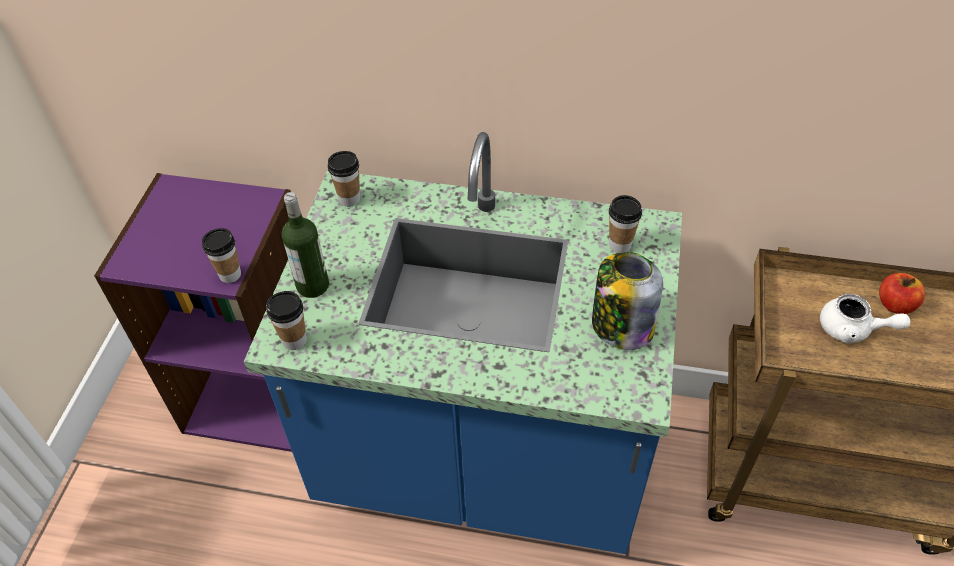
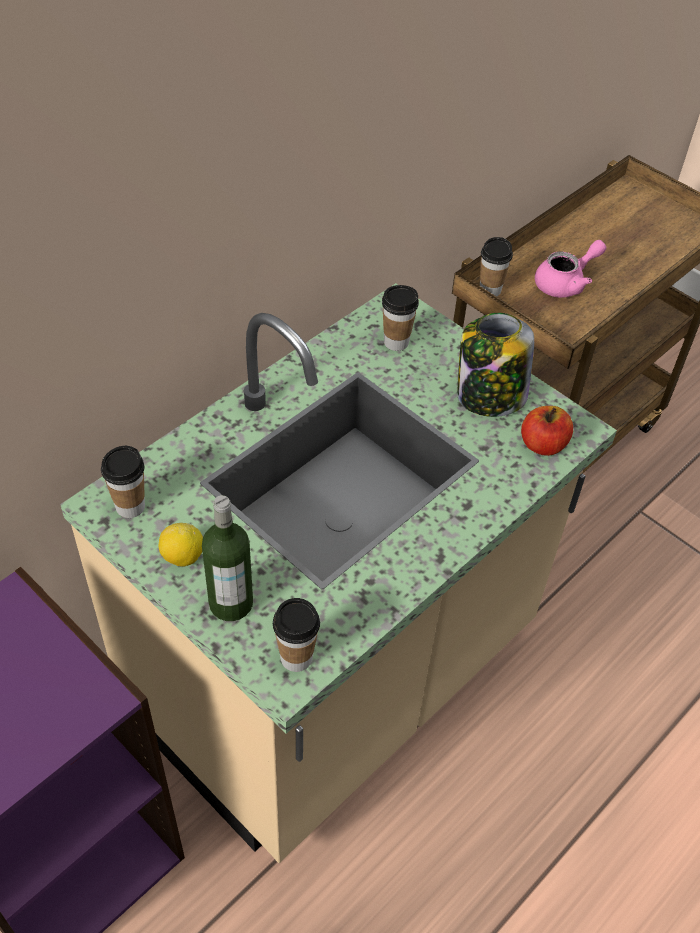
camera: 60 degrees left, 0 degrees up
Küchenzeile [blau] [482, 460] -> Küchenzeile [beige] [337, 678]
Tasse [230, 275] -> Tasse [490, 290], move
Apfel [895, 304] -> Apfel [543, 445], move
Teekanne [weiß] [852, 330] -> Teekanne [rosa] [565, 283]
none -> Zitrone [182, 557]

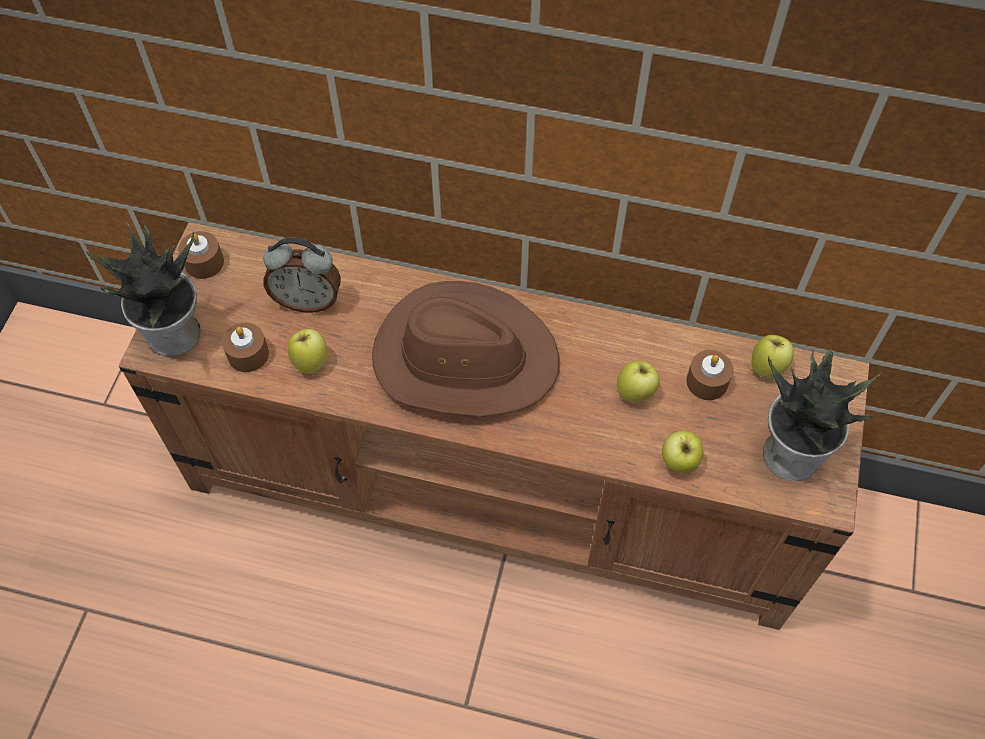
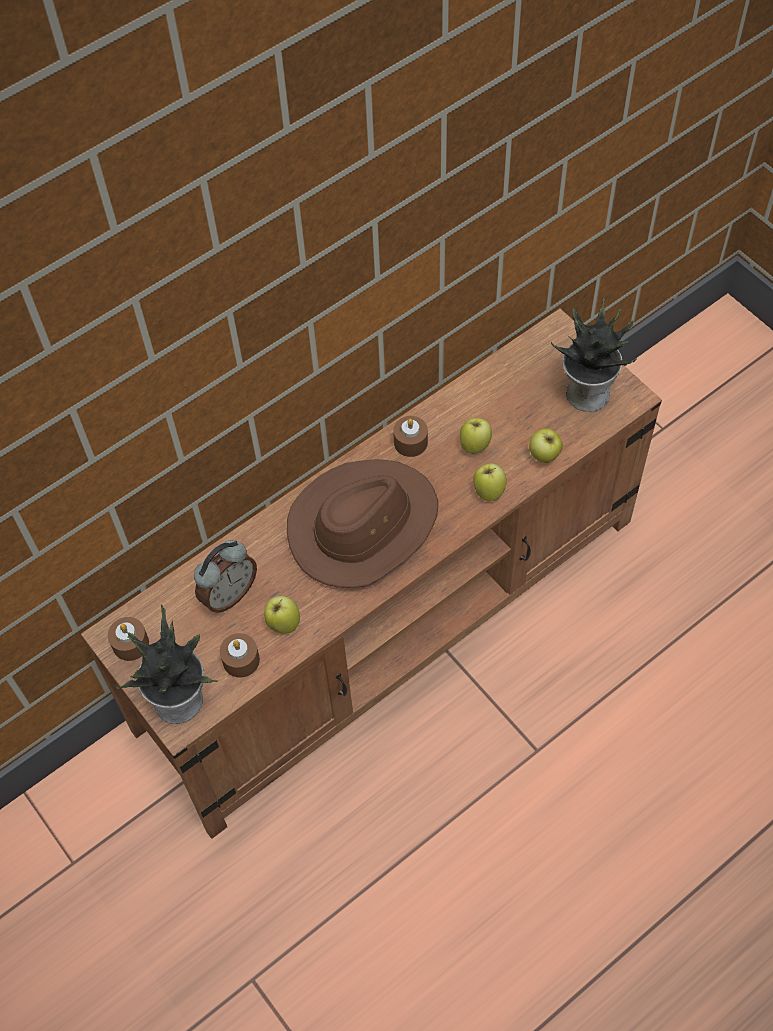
camera: 50 degrees left, 0 degrees up
Apfel [767, 367] -> Apfel [489, 491], move
Kerze [braun] [707, 381] -> Kerze [braun] [410, 442], move

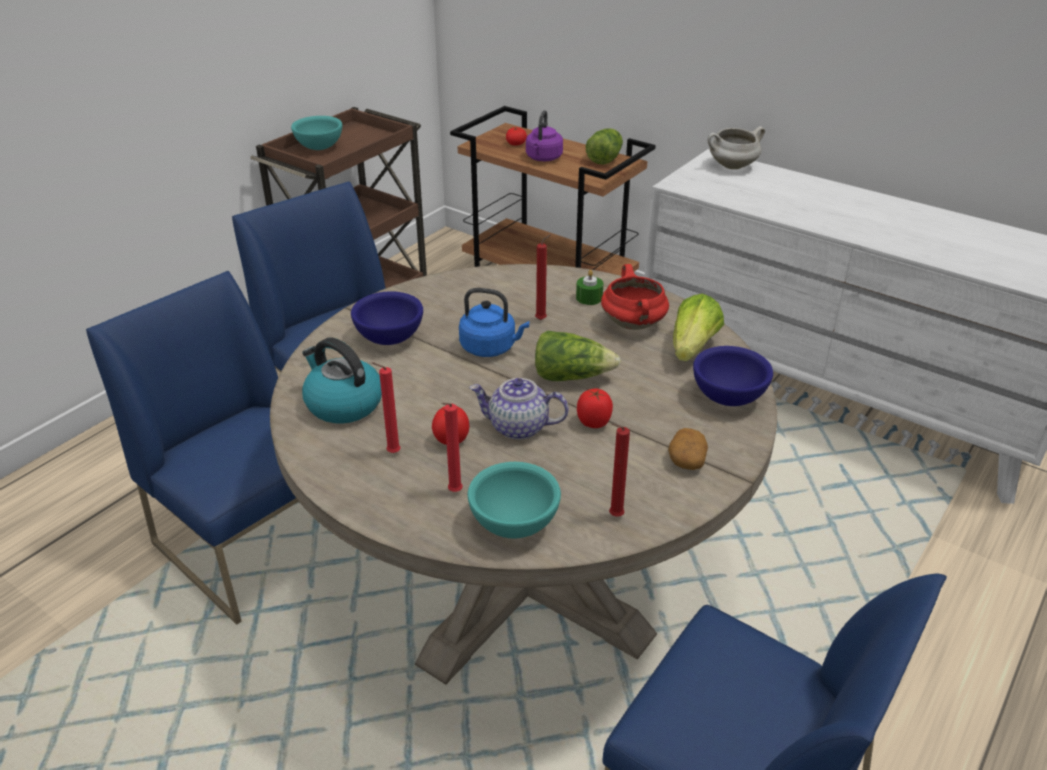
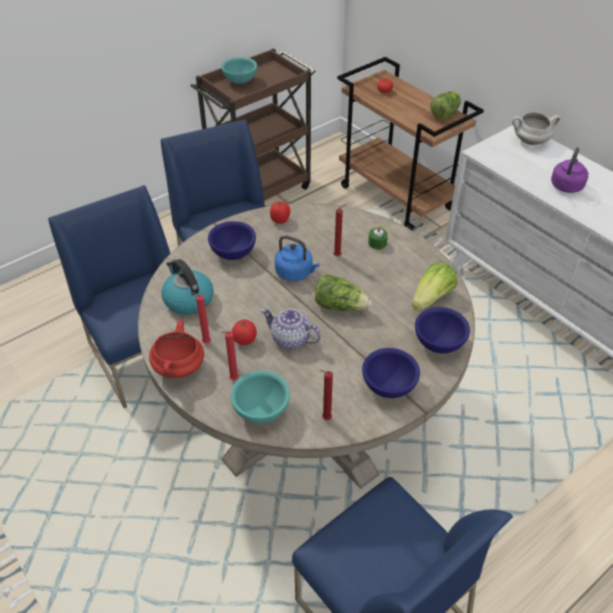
camera: 15 degrees right, 10 degrees up
Wasserkessel [lila] [543, 158] -> Wasserkessel [lila] [565, 187], move
Kochtopf [rot] [634, 325] -> Kochtopf [rot] [179, 368], move
Tomate [594, 422] -> Tomate [280, 220], move
Kartoffel [686, 459] -> Schüssel [blau] [389, 386]

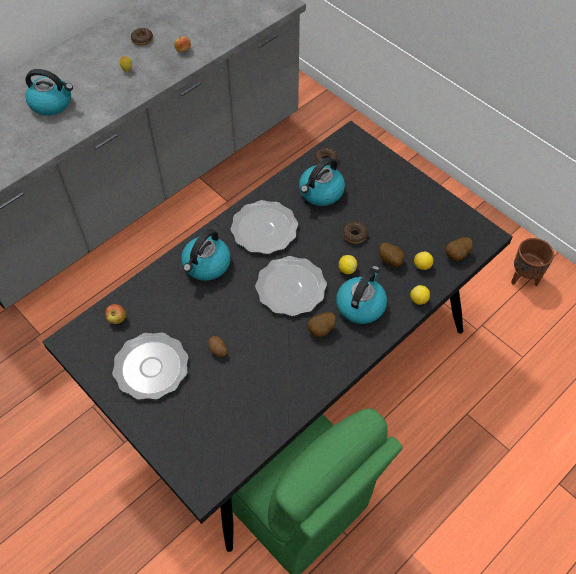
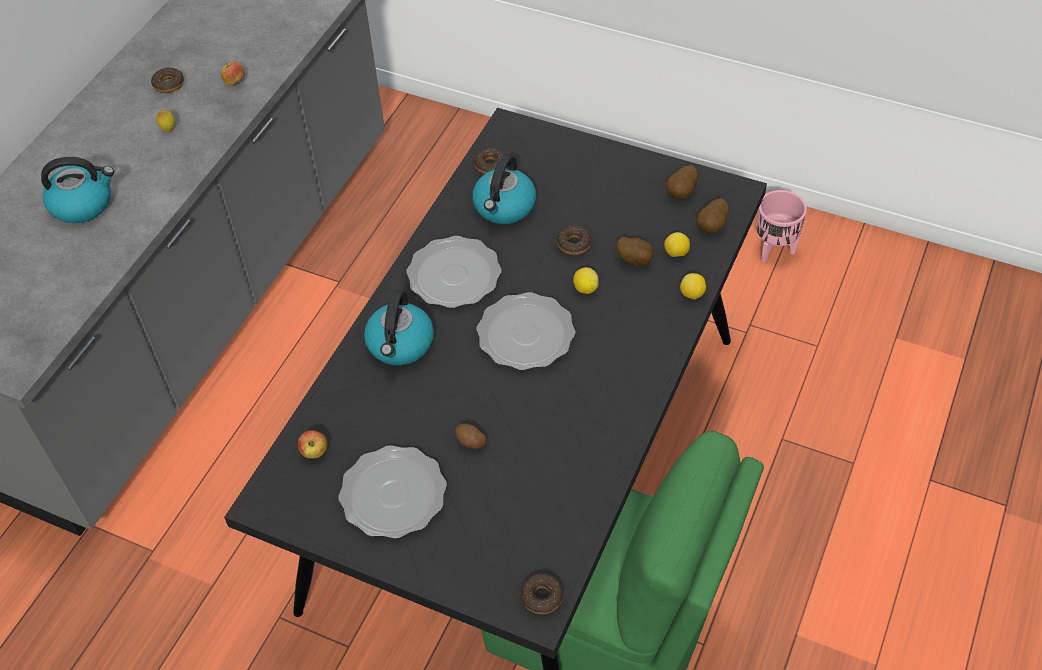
camera: 20 degrees left, 5 degrees down
Pflanzkübel [braun] [523, 278] -> Pflanzkübel [rosa] [773, 250]
Wasserkessel [360, 305] -> none
Kartoffel [321, 330] -> Kartoffel [682, 193], move
none -> Donut [542, 597]

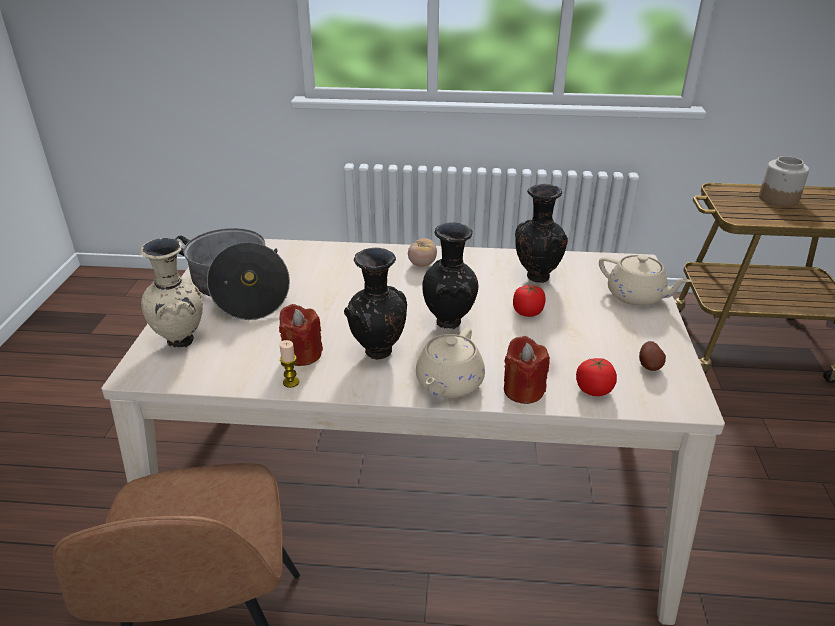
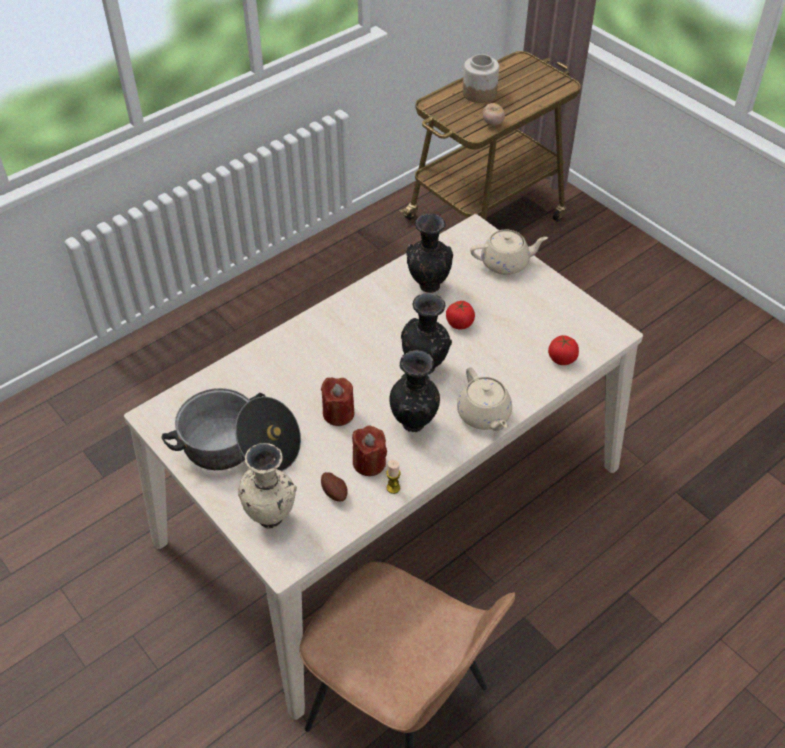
camera: 45 degrees left, 15 degrees up
Tomate [422, 264] -> Tomate [493, 123], move
Kerze [rot] [523, 390] -> Kerze [rot] [338, 413], move
Kartoffel [650, 366] -> Kartoffel [335, 492], move

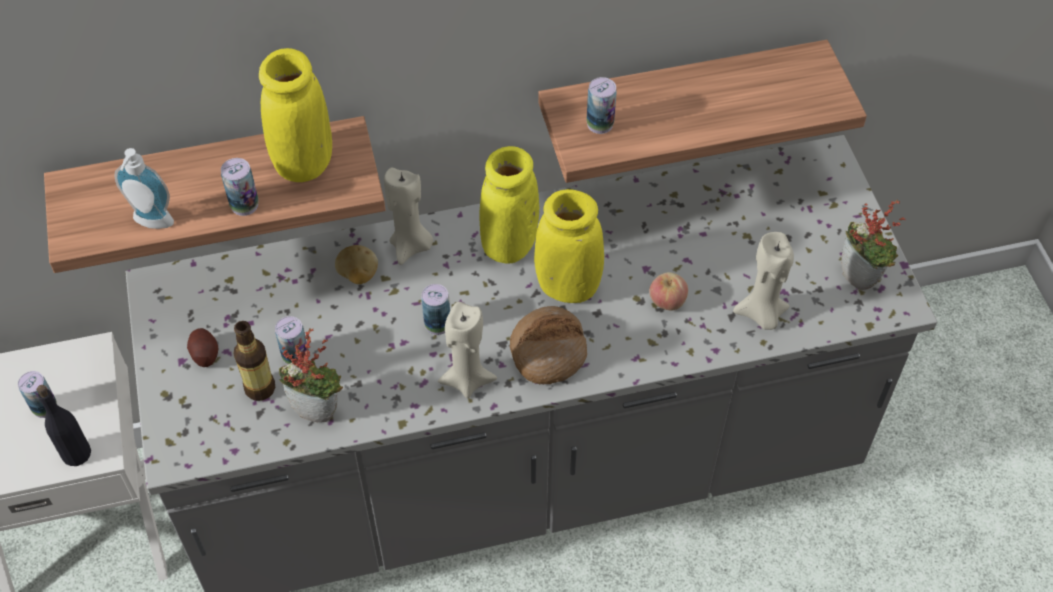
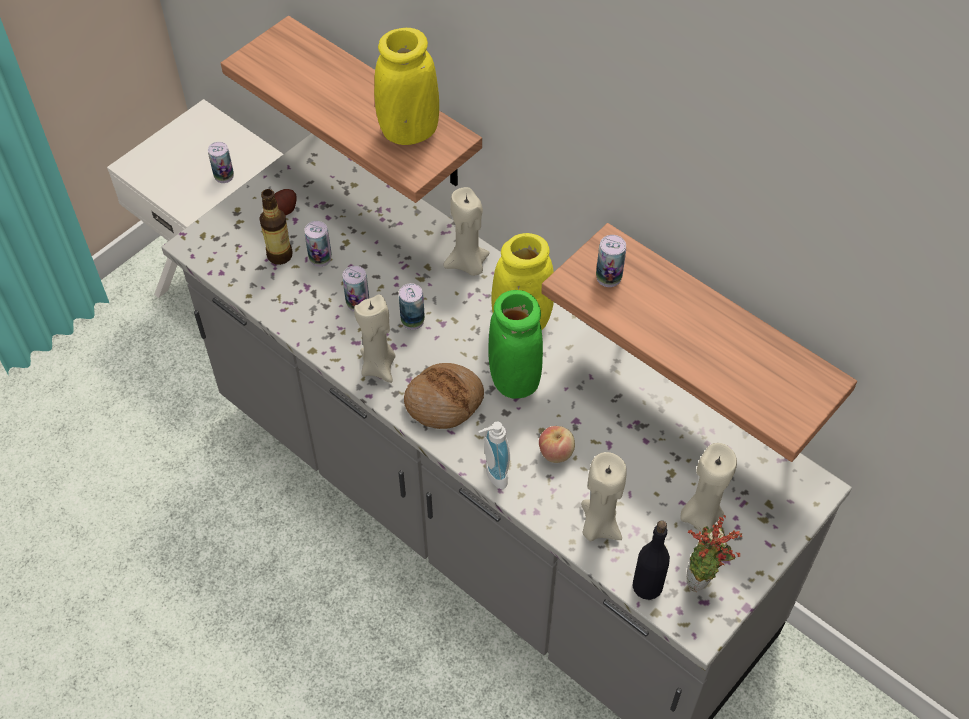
camera: 55 degrees right, 0 degrees up
Seifenspender [151, 224] -> Seifenspender [492, 475], move
Dose [244, 205] -> Dose [358, 303], move
Vase [gelb] [567, 286] -> Vase [grün] [514, 379]
Kartoffel [358, 275] -> none
Topfpflanze [319, 409] -> none
Flasche [schwarz] [76, 453] -> Flasche [schwarz] [647, 585], move
none -> Kerze [beige] [700, 516]

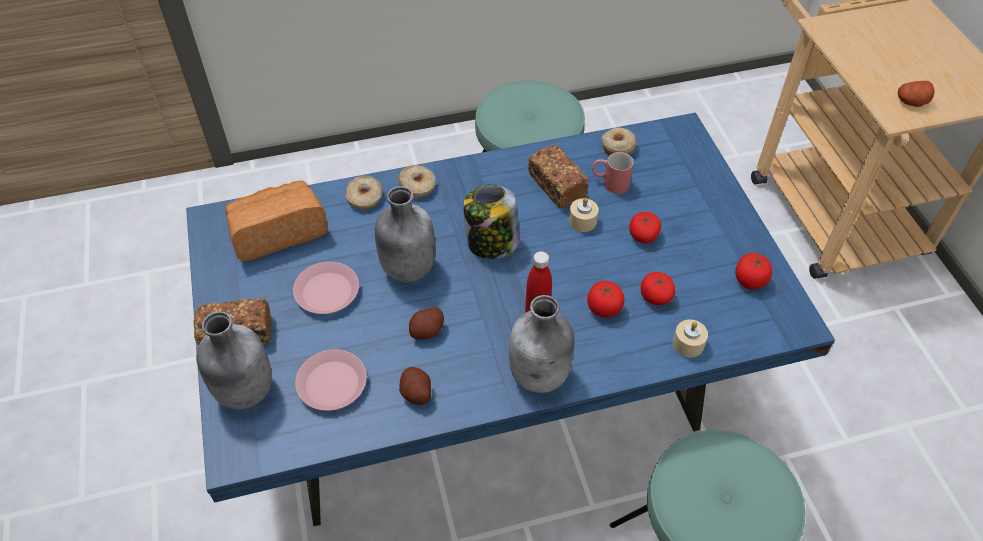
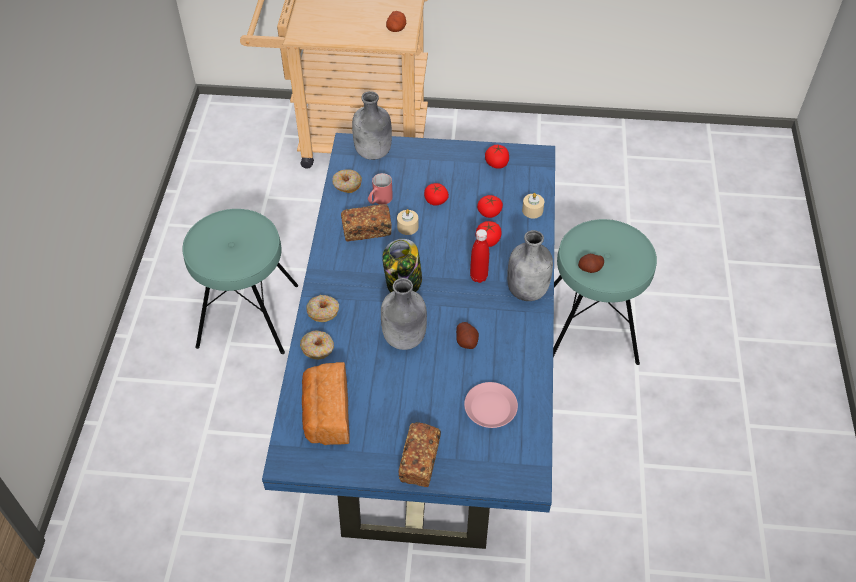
camera: 70 degrees left, 0 degrees up
Teller [rosa] [327, 292] -> none
Flasche [grau] [244, 391] -> Flasche [grau] [373, 153], move
Kartoffel [416, 393] -> Kartoffel [590, 268], move

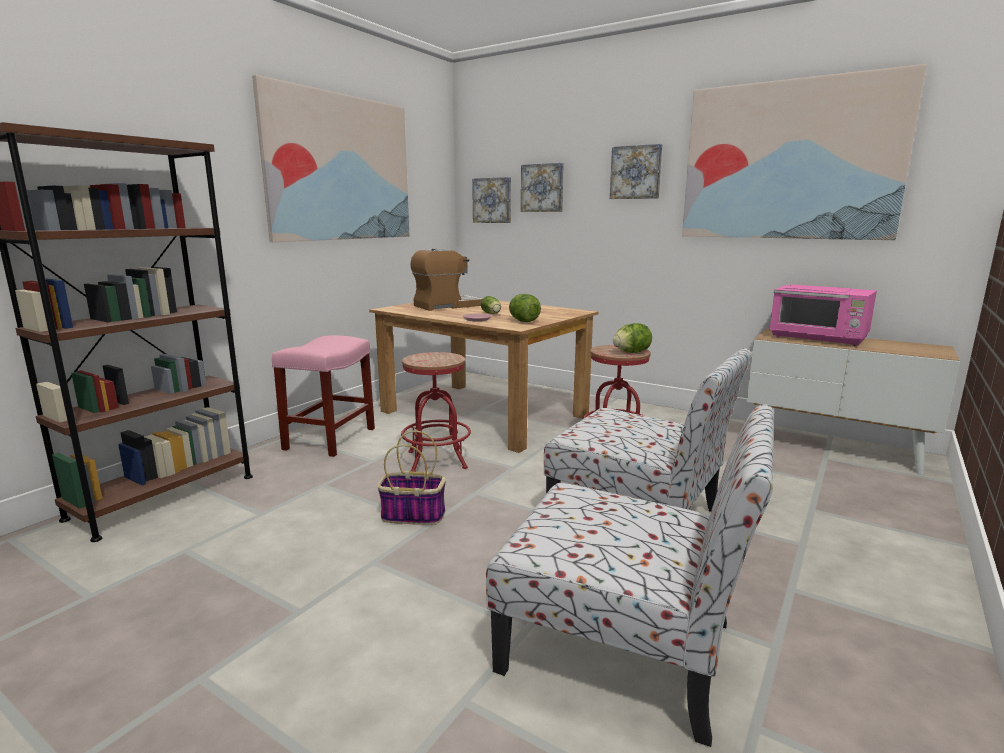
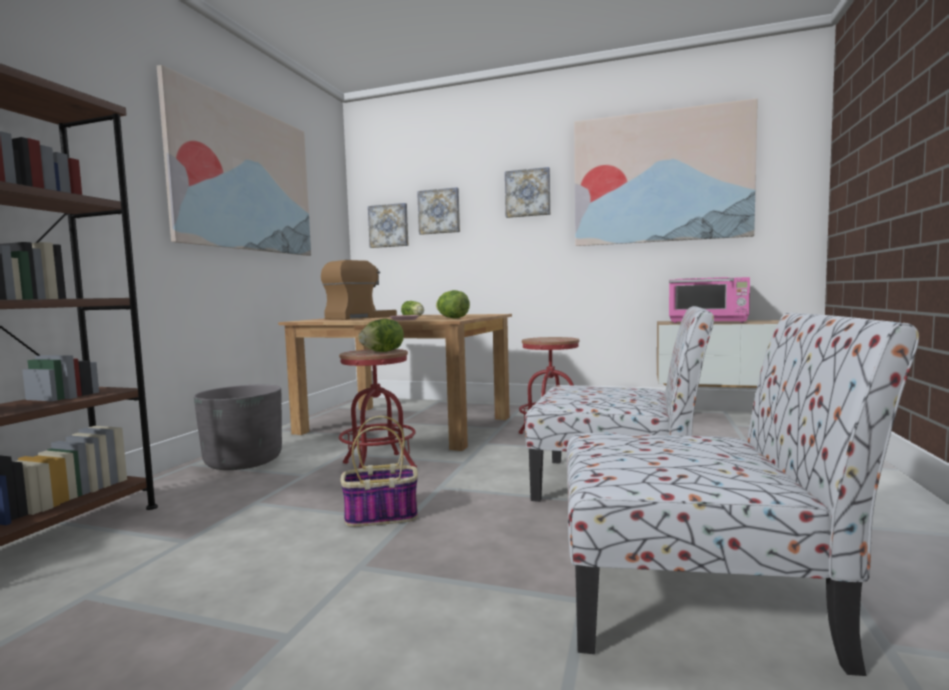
camera: 15 degrees left, 10 degrees down
Salatkopf [631, 352] -> Salatkopf [382, 352], move
Hocker [rosa] [330, 438] -> Pflanzkübel [grau] [243, 461]

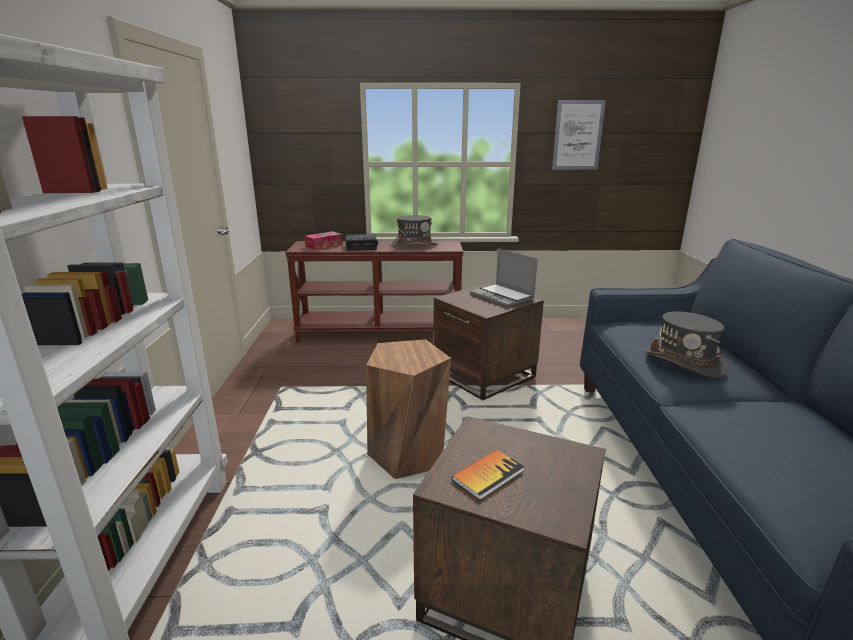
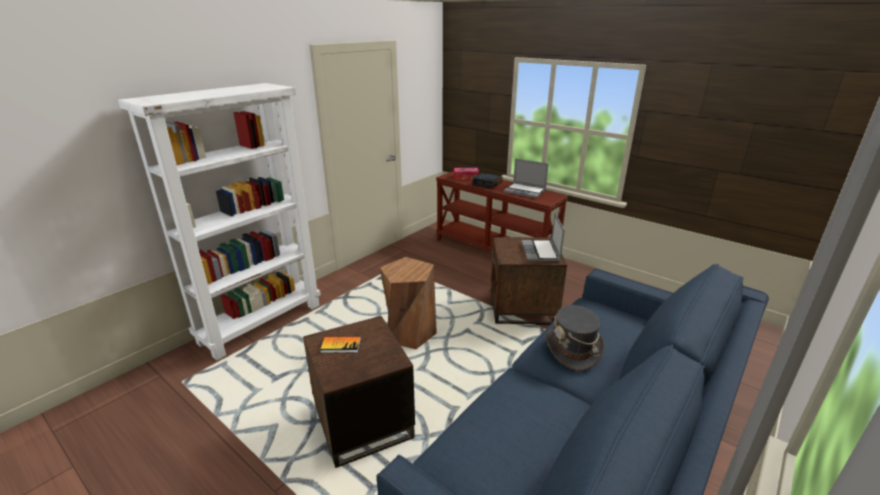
camera: 40 degrees right, 5 degrees up
Bild [578, 135] -> none
Hut [grau] [414, 245] -> Laptop [525, 191]

